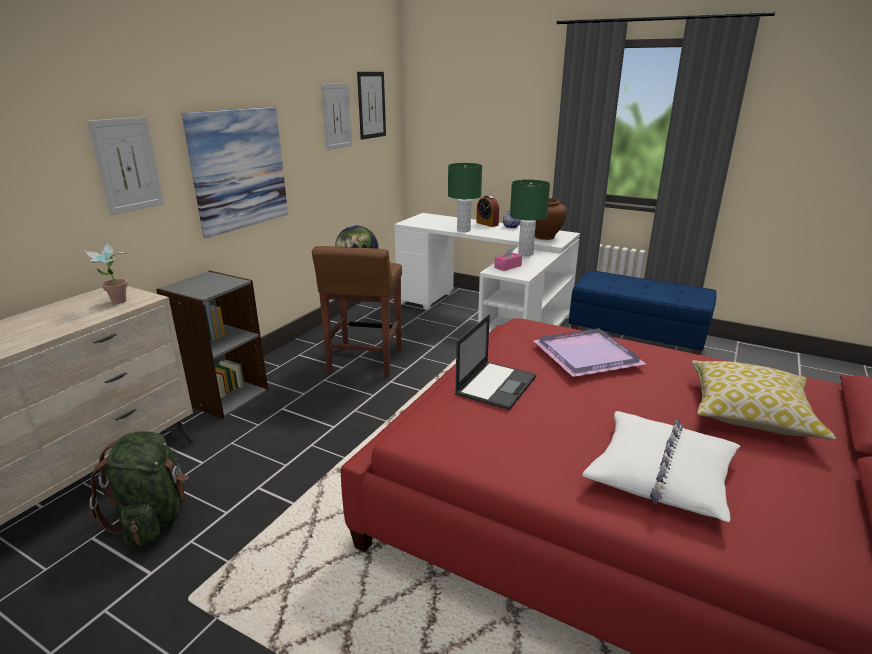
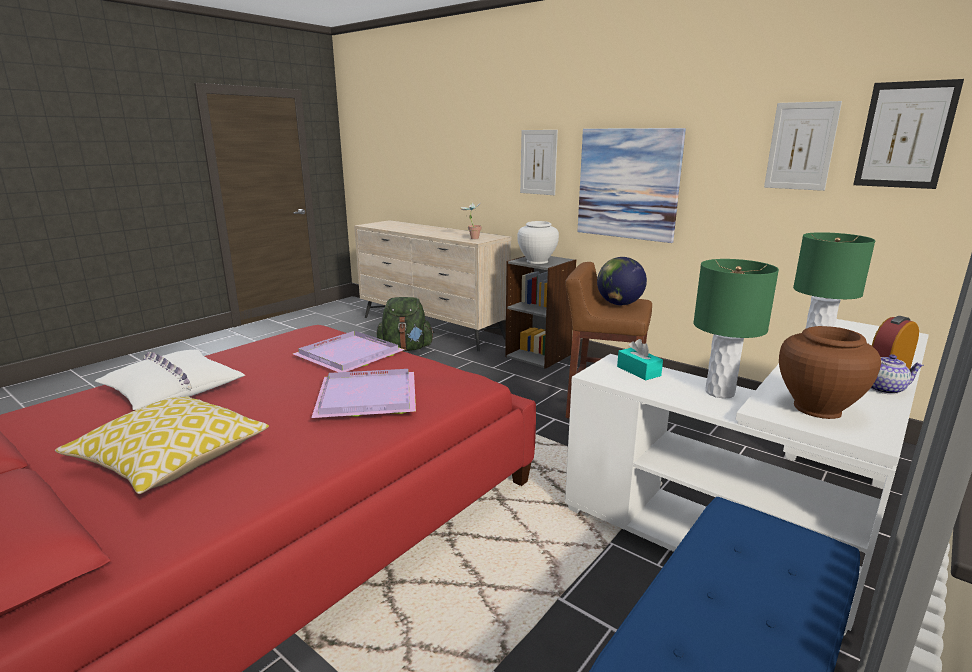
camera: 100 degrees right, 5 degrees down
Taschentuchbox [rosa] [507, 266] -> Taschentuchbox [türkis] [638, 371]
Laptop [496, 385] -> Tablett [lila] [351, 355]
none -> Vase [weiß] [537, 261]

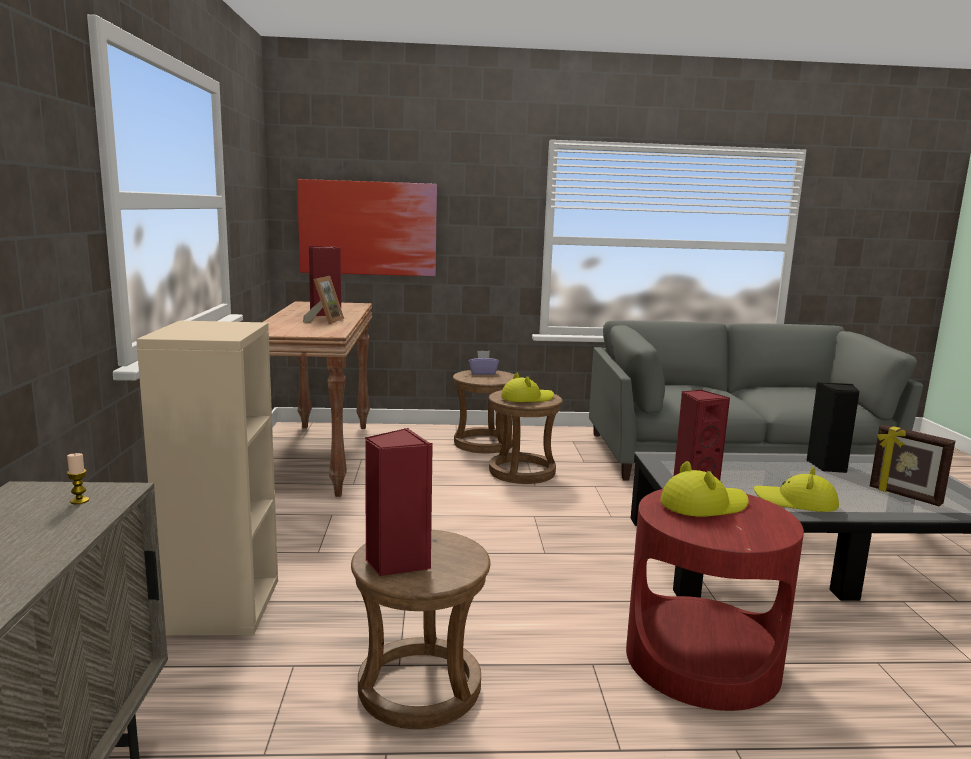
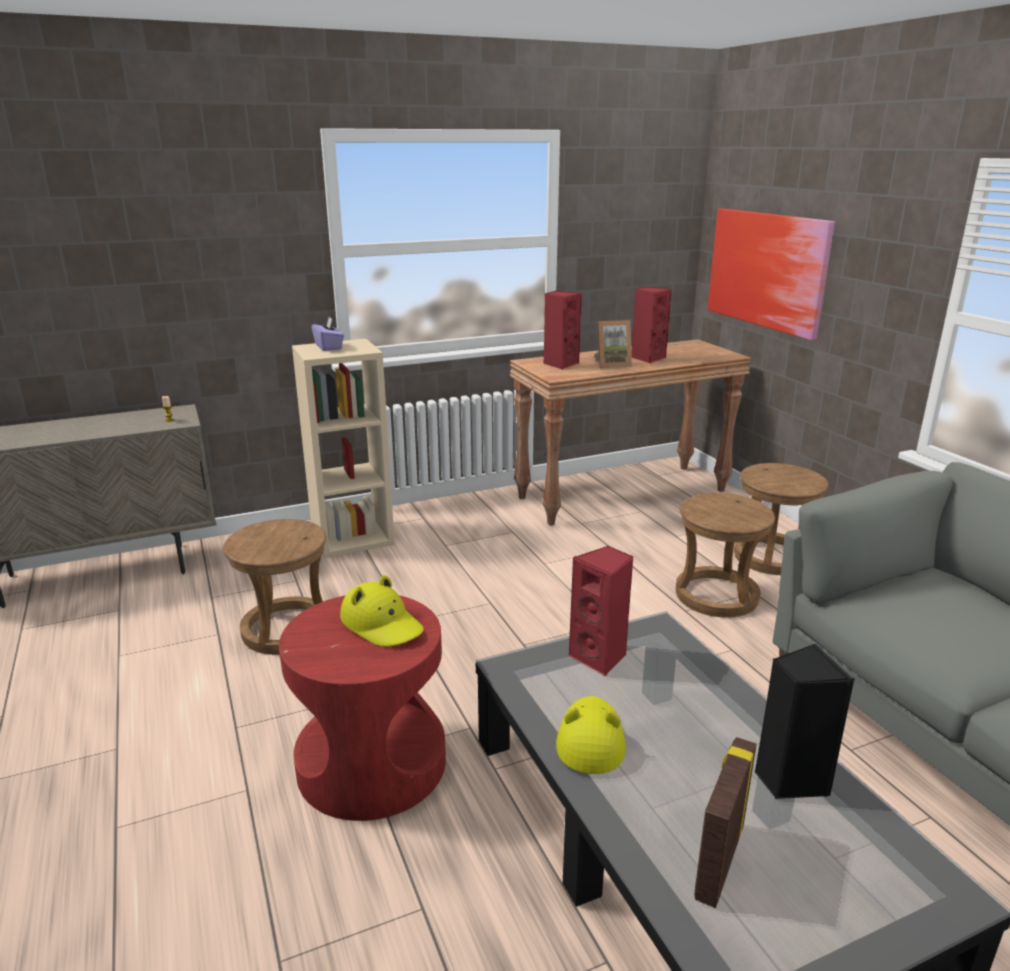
camera: 70 degrees right, 10 degrees up
Taschentuchbox [lila] [483, 373] -> Taschentuchbox [lila] [329, 347], move
Hut [gelb] [527, 398] -> none
Lautsprecher [rot] [396, 562] -> Lautsprecher [rot] [560, 364], move

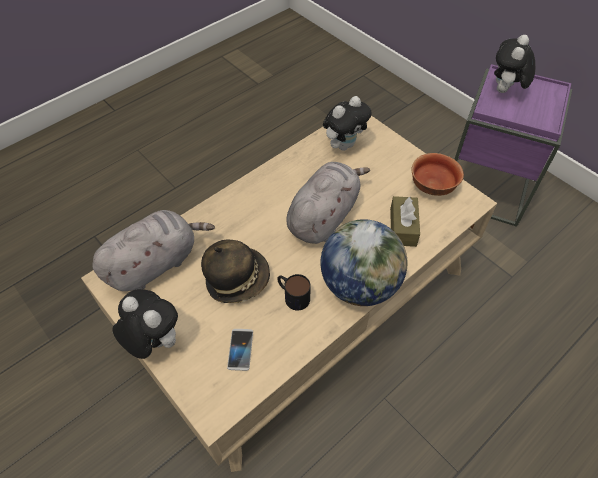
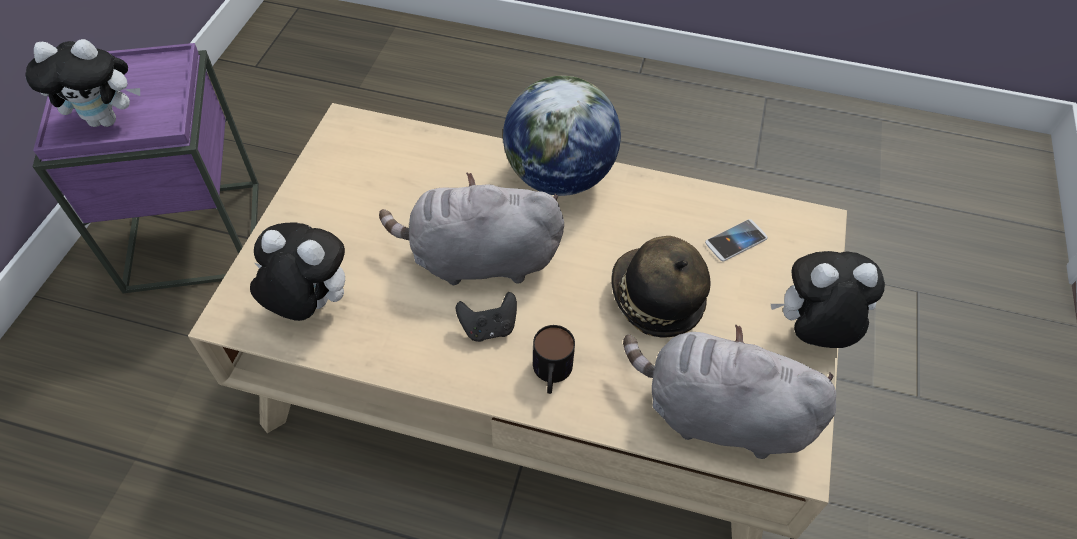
camera: 125 degrees left, 0 degrees up
Schüssel [432, 186] -> none
Taschentuchbox [braun] [403, 227] -> none
Henkelbecher [292, 296] -> Henkelbecher [551, 374], move
Plüschtier [154, 342] -> Plüschtier [811, 331], 90 degrees clockwise
none -> Gamepad [schwarz] [489, 327]

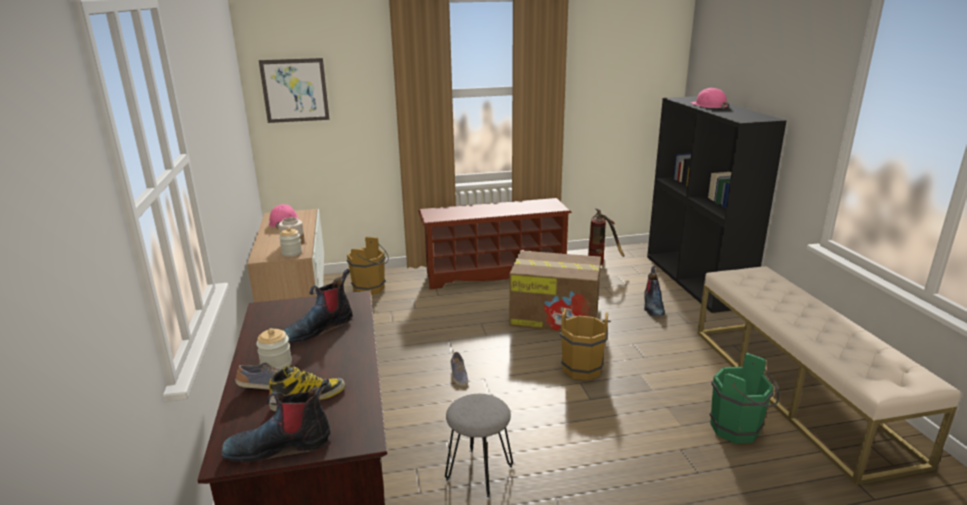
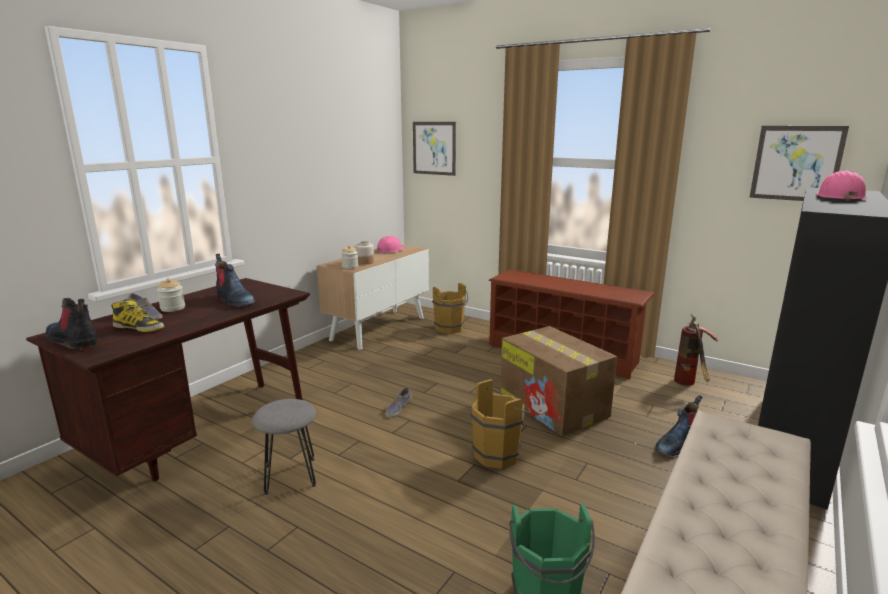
camera: 45 degrees right, 5 degrees down
Stiefel [319, 328] -> Stiefel [234, 300], 135 degrees counterclockwise
none -> Bild [796, 163]

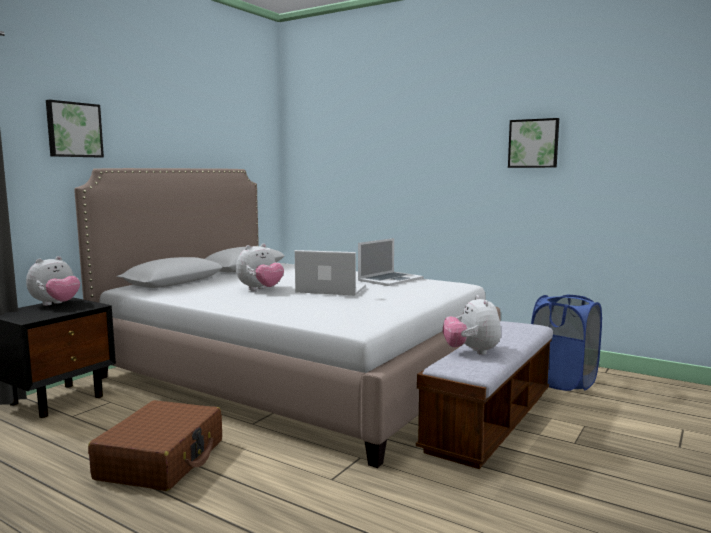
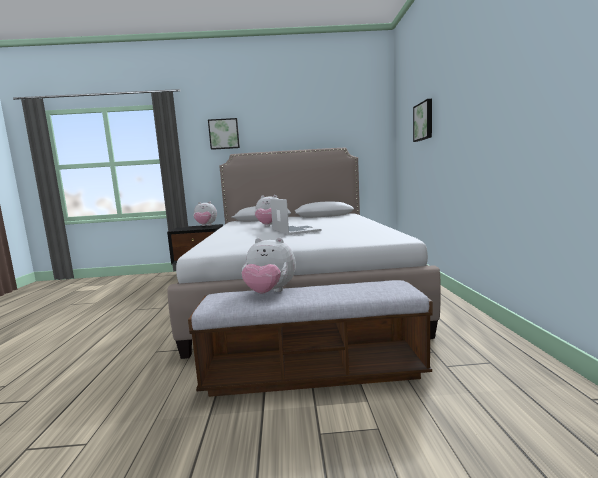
camera: 55 degrees right, 0 degrees up
Bild [533, 143] -> Bild [424, 121], move
Laptop [390, 279] -> none
Plüschtier [471, 352] -> Plüschtier [269, 293], 120 degrees counterclockwise
Wäschekorb [blau] [563, 381] -> none
Koffer [braun] [162, 459] -> none

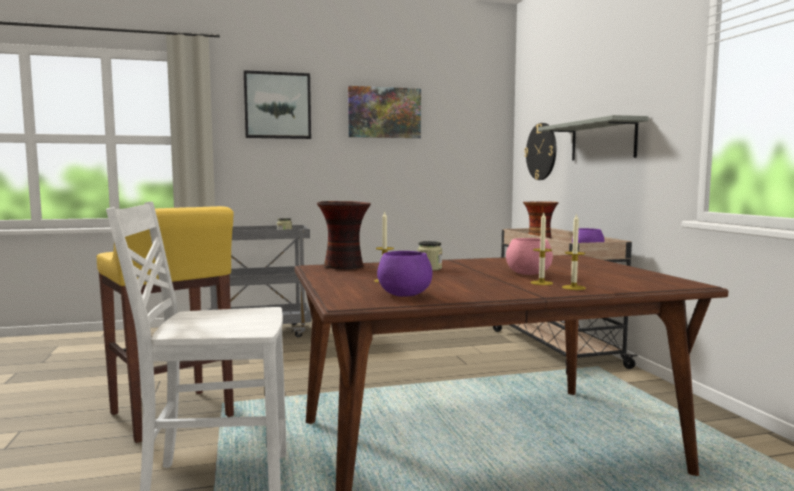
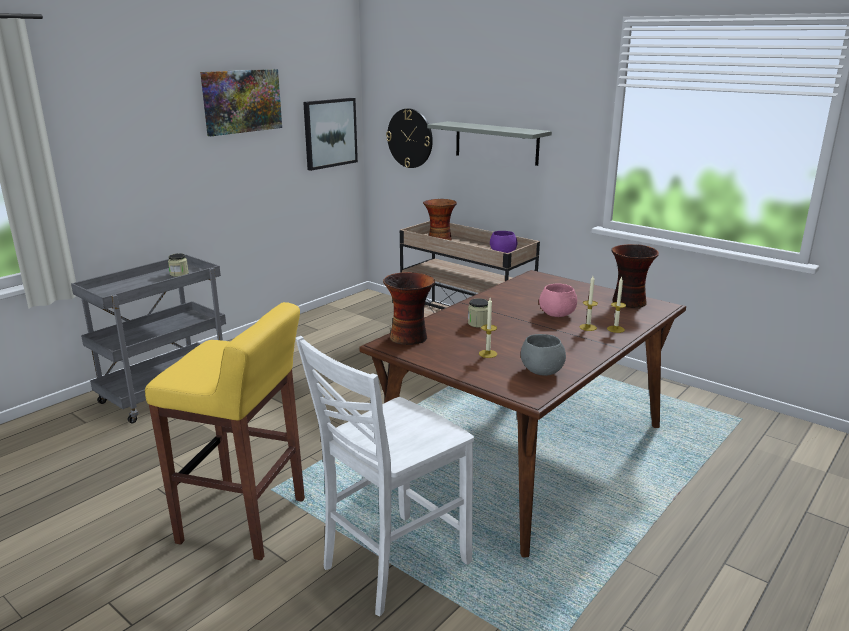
camera: 35 degrees left, 15 degrees up
Bild [277, 105] -> Bild [330, 133], move
Schüssel [lila] [405, 295] -> Schüssel [grau] [542, 371]
none -> Vase [629, 302]

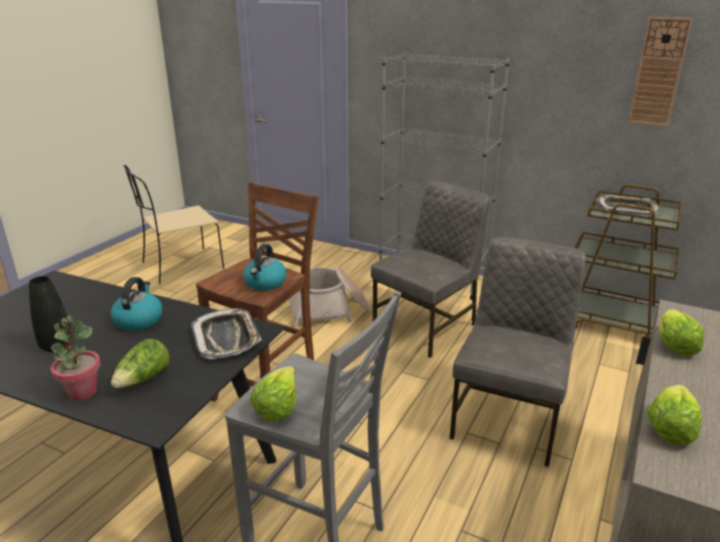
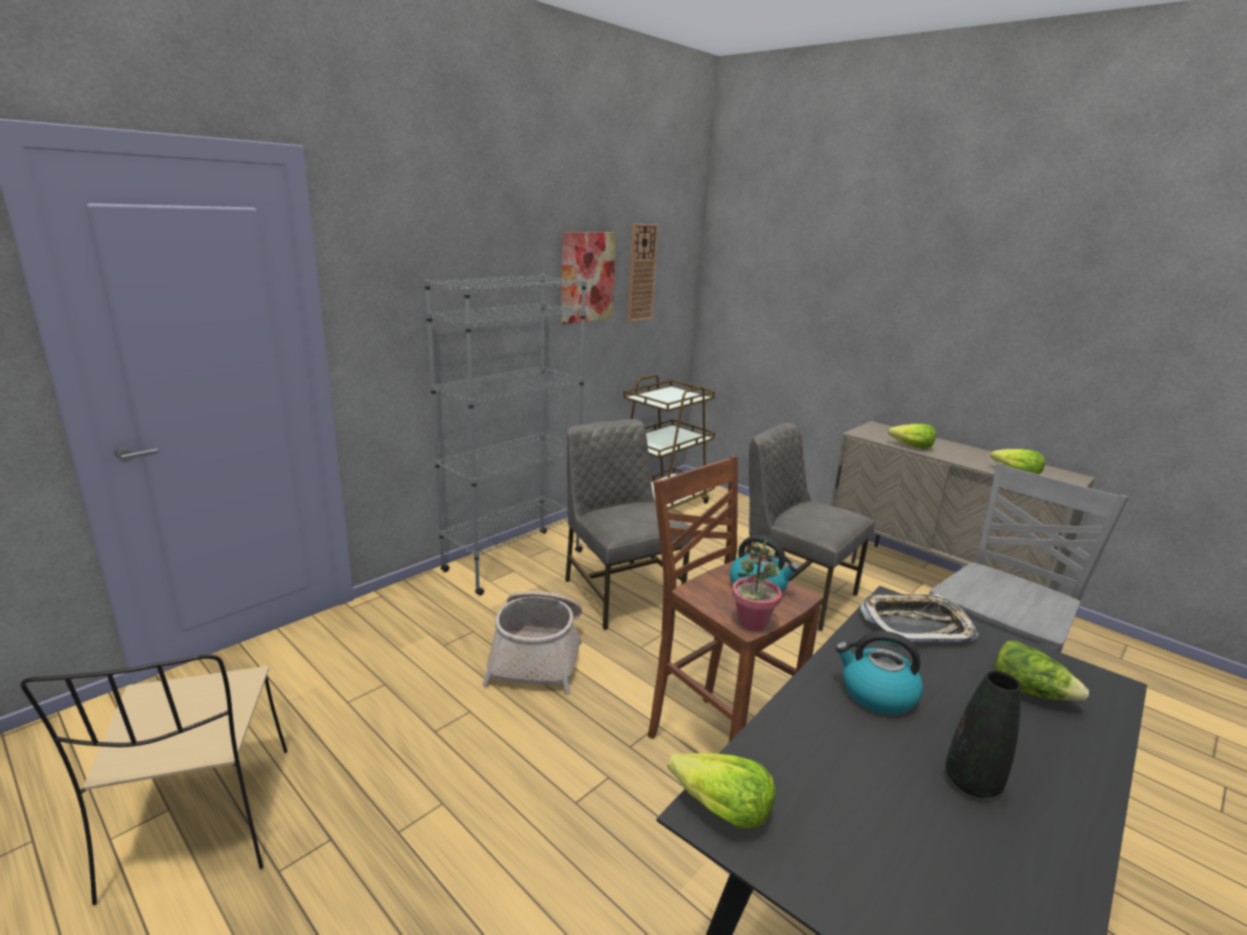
camera: 75 degrees left, 5 degrees down
Tablett [627, 209] -> none
Topfpflanze [82, 391] -> Topfpflanze [752, 623], move
Salatkopf [277, 406] -> Salatkopf [721, 809], move
none -> Bild [587, 277]

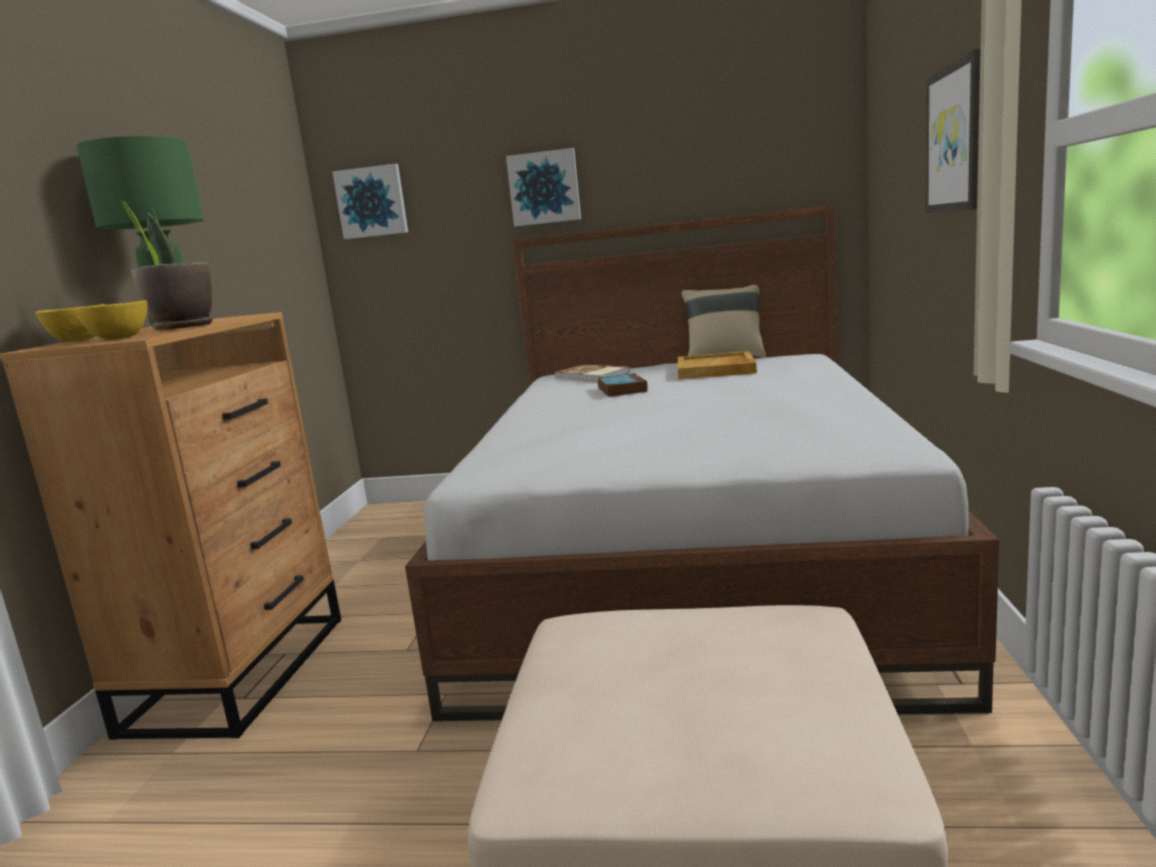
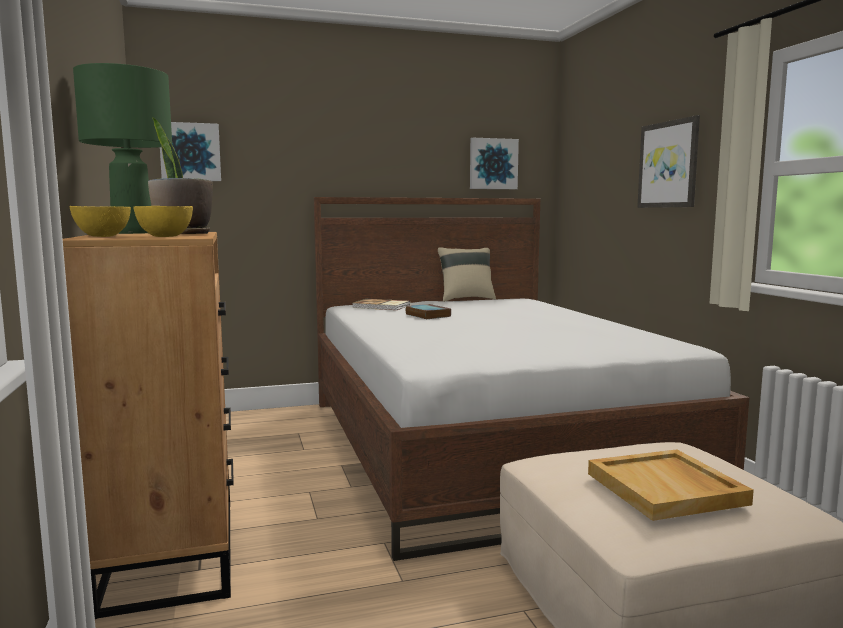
camera: 25 degrees left, 5 degrees down
Bild [544, 188] -> Bild [493, 164], move
Tablett [beige] [716, 369] -> Tablett [beige] [667, 489], move

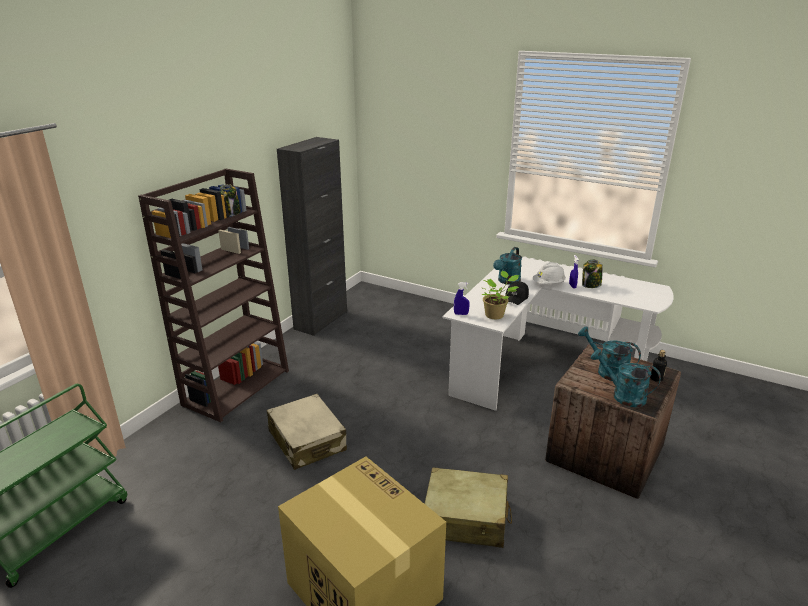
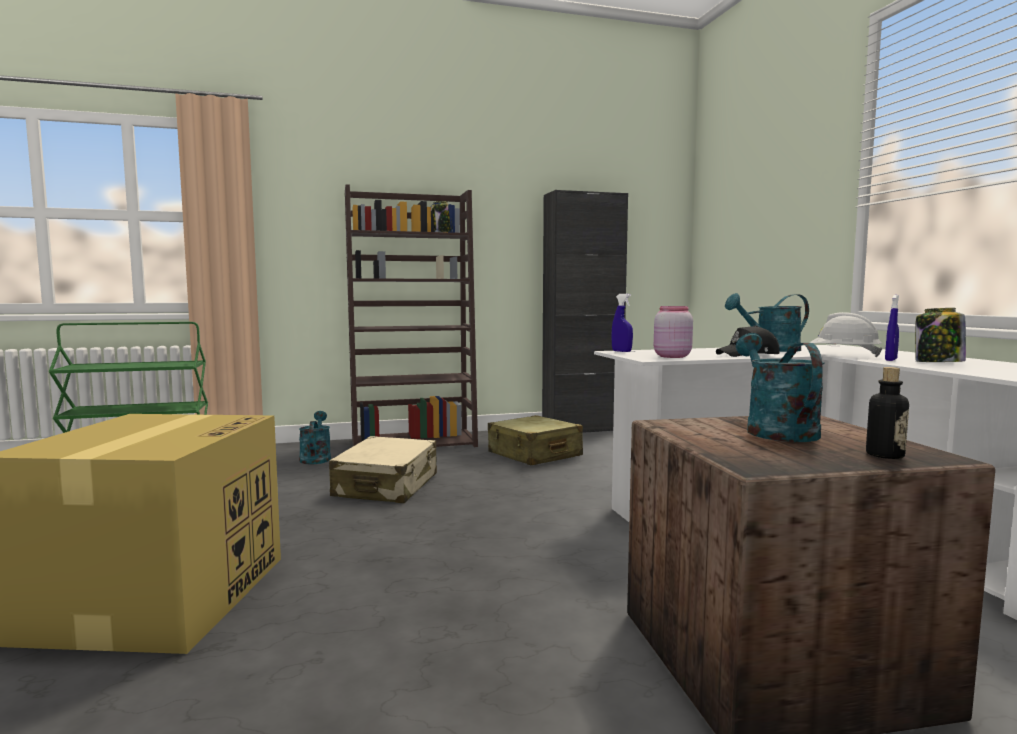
camera: 45 degrees right, 20 degrees down
Topfpflanze [495, 315] -> Vorratsglas [rosa] [671, 356]
Gießkanne [türkis] [622, 395] -> Gießkanne [türkis] [316, 458], move
Koffer [beige] [466, 518] -> Koffer [beige] [534, 454], move

